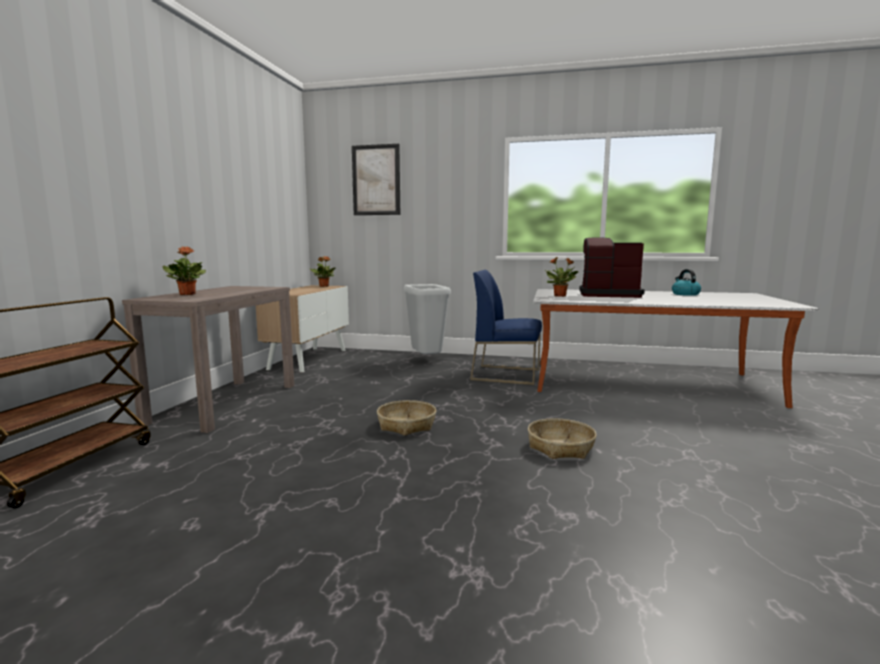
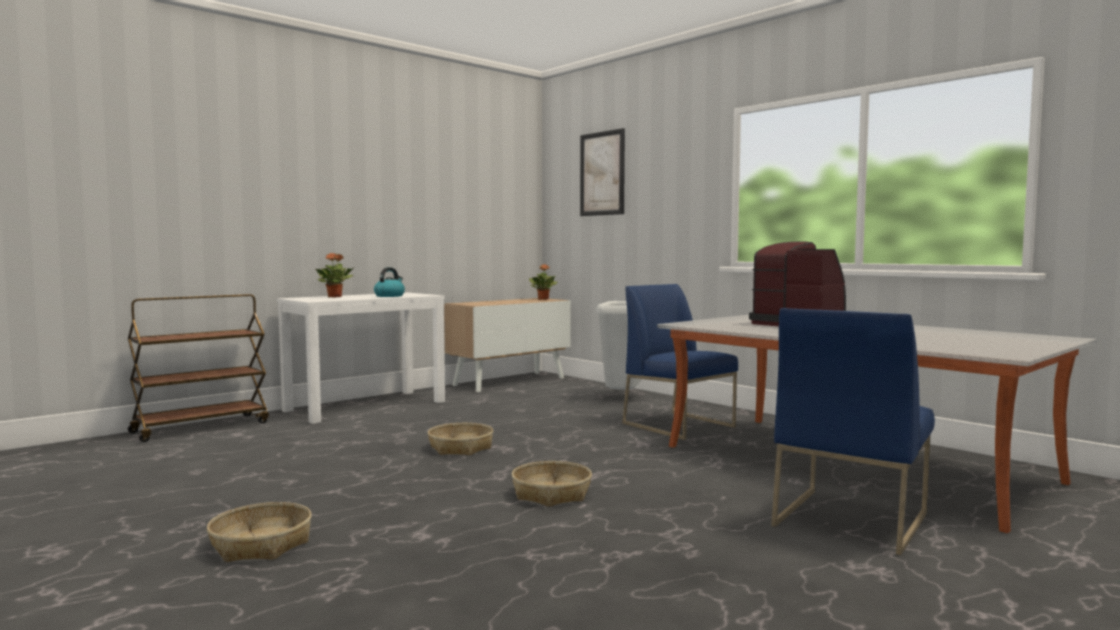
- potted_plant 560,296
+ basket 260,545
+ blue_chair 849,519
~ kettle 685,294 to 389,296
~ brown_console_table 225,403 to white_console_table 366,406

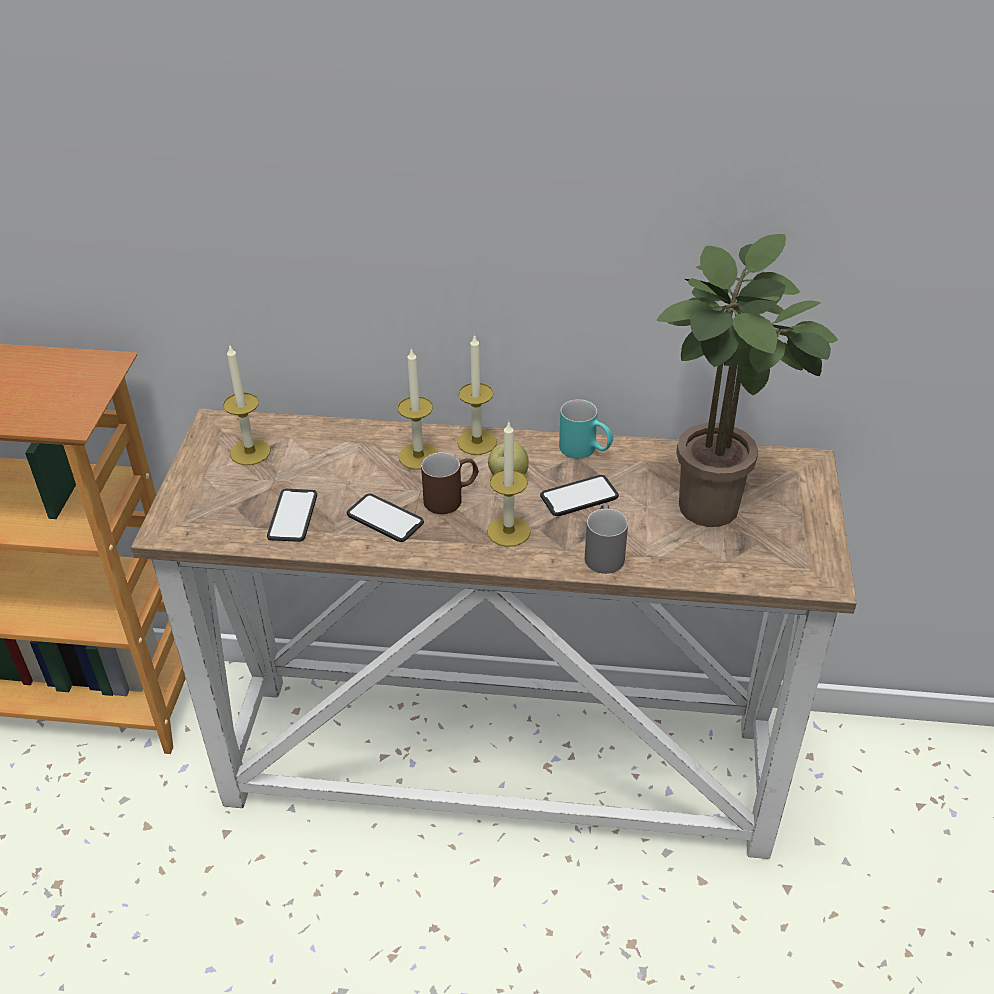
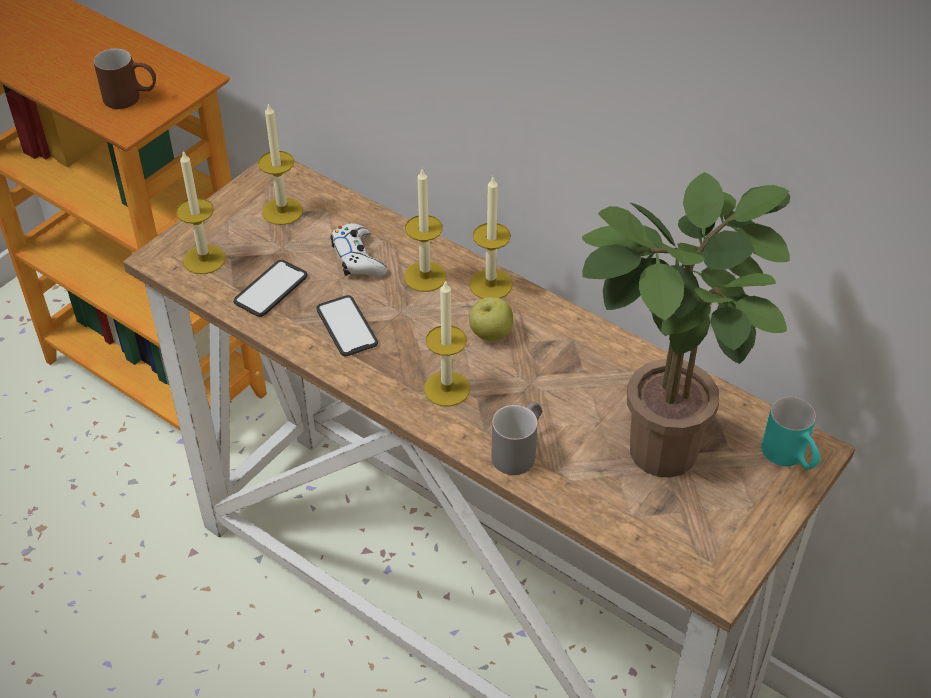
- phone 579,496
+ candle 204,259
+ white_game_controller 358,258
~ brown_mug 451,498 to 131,98
~ turquoise_mug 585,450 to 790,458

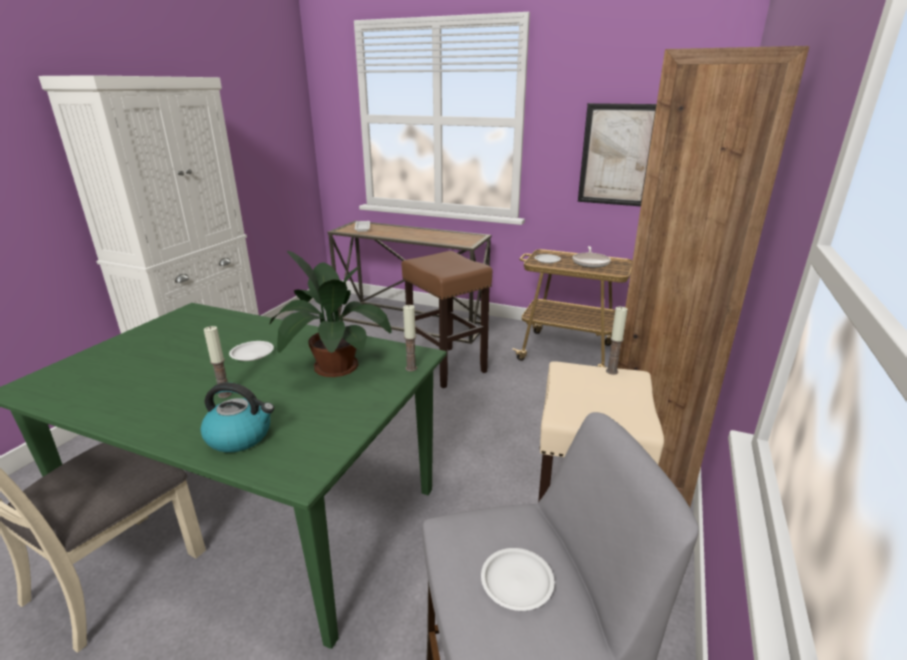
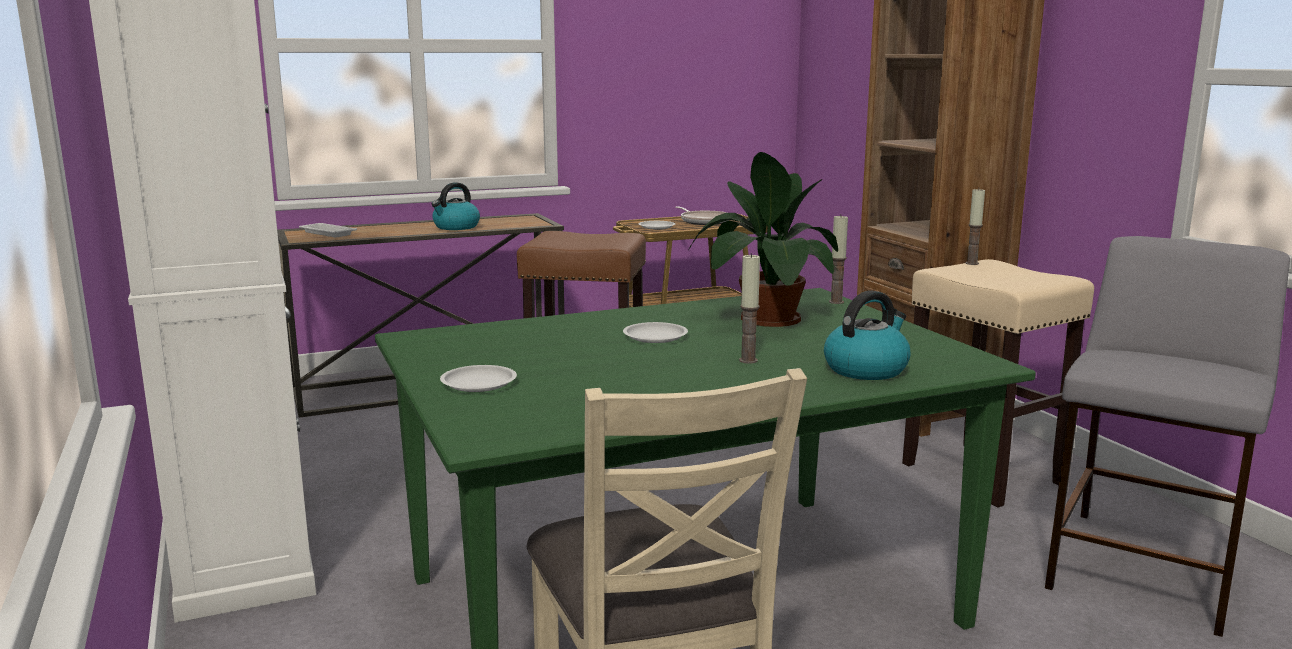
- picture 618,155
+ kettle 456,227
~ white_plate 516,582 to 479,383

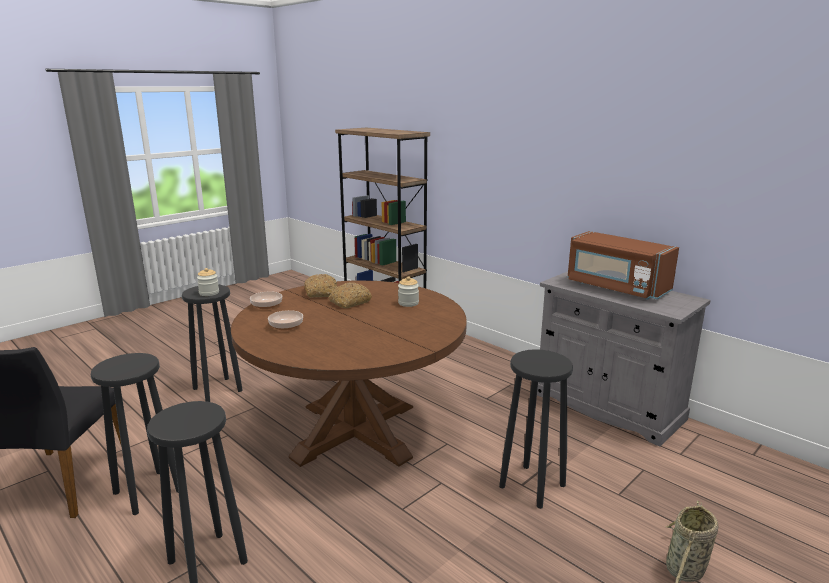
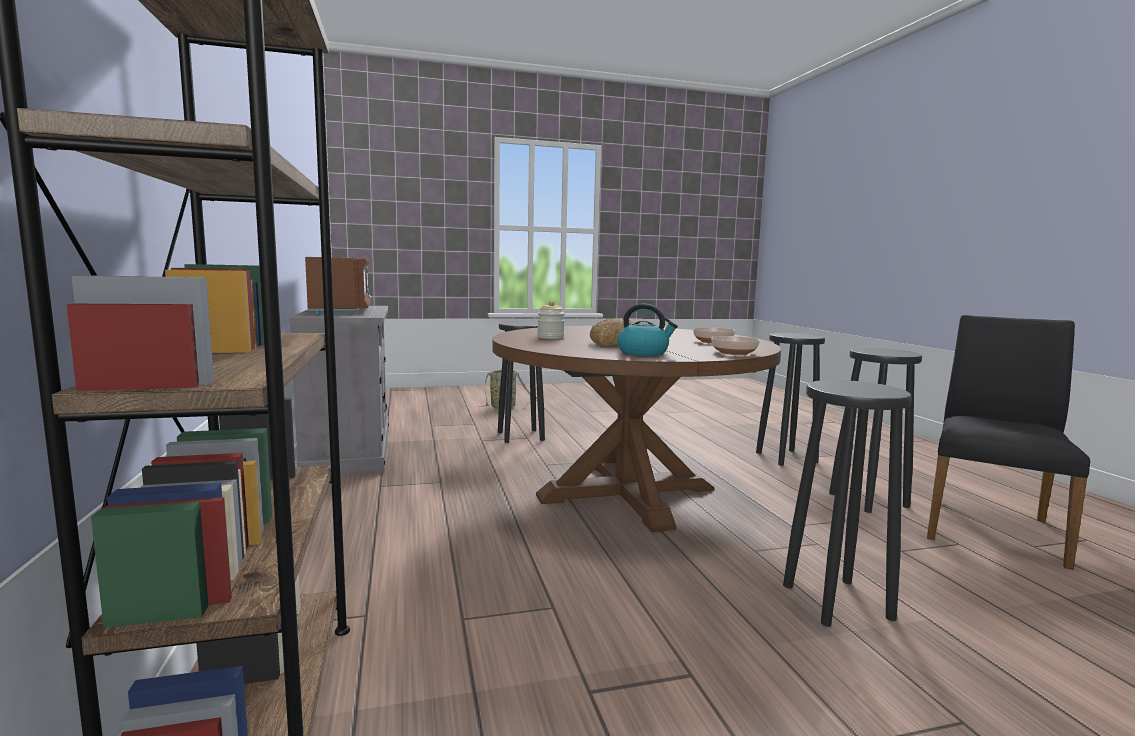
- jar 209,293
~ bread 322,292 to kettle 644,353

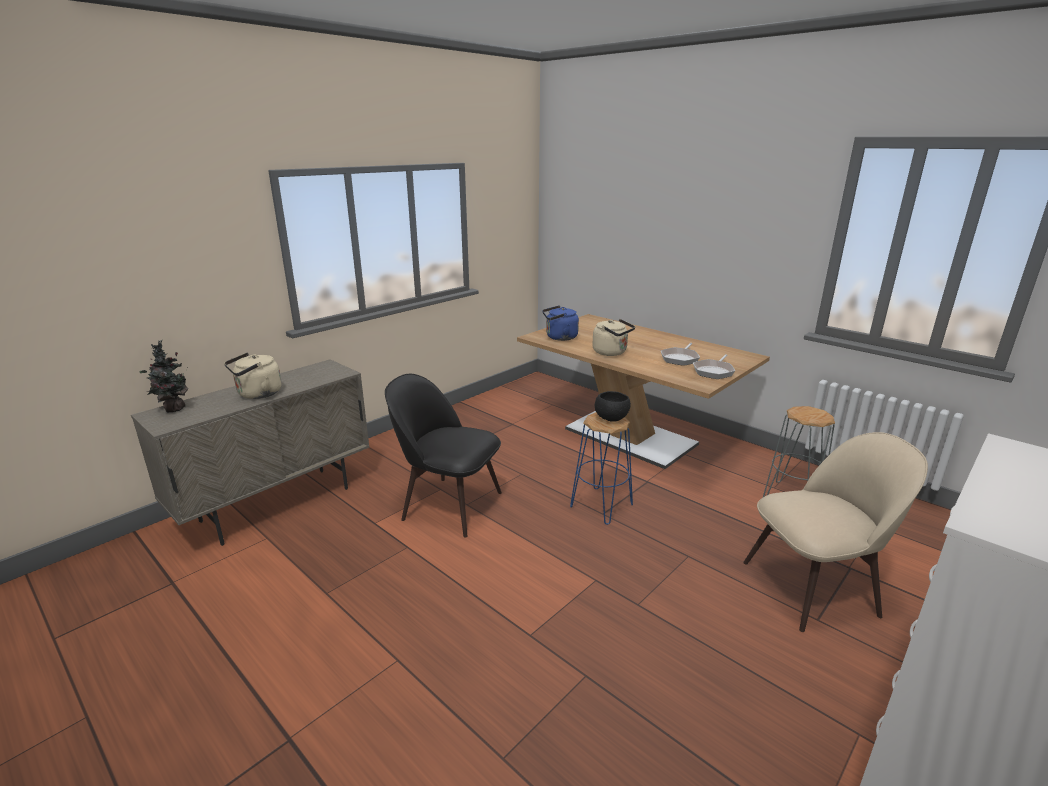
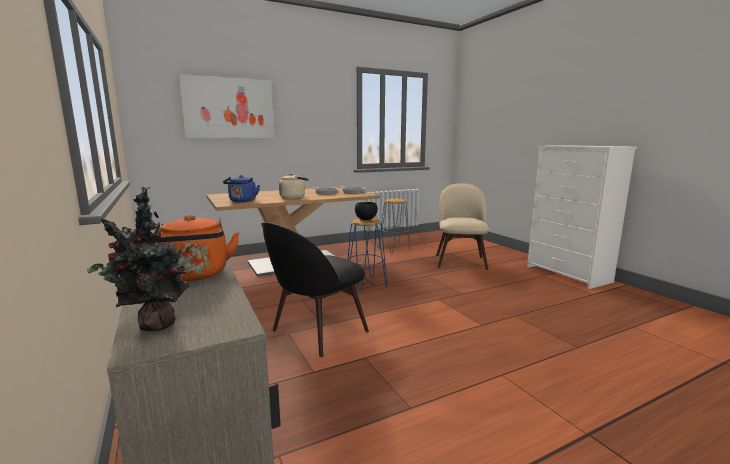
+ picture 229,108
~ beige_kettle 257,394 to orange_kettle 196,275

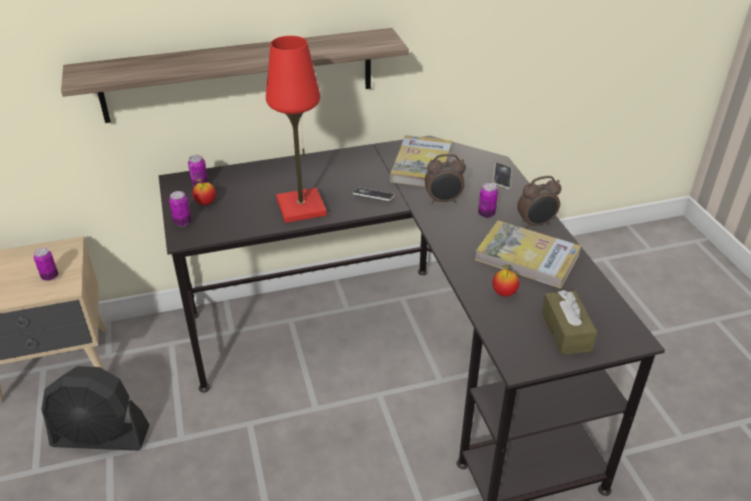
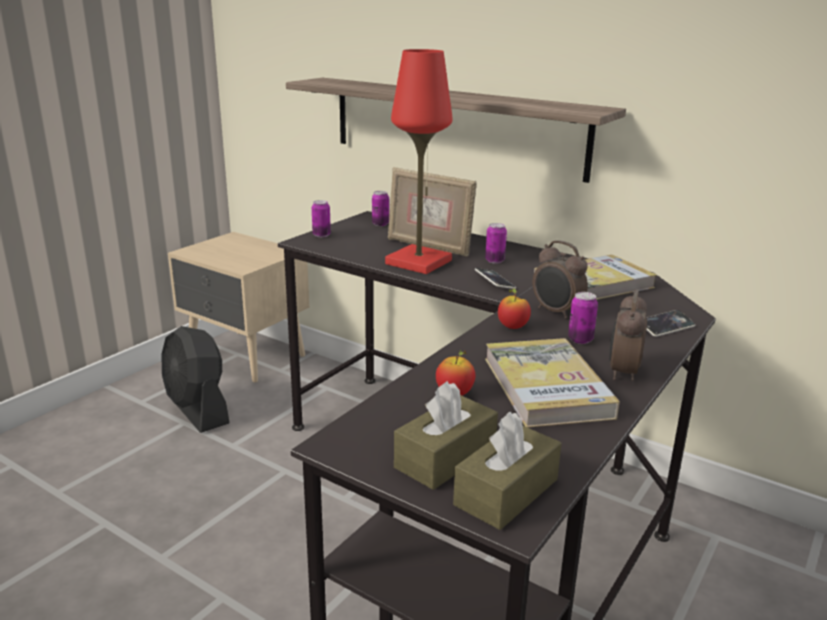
+ picture_frame 429,246
+ brown_tissue_box 506,492
~ can 50,276 to 494,261
~ apple 205,203 to 512,327
~ alarm_clock 536,224 = 622,372 75 degrees clockwise

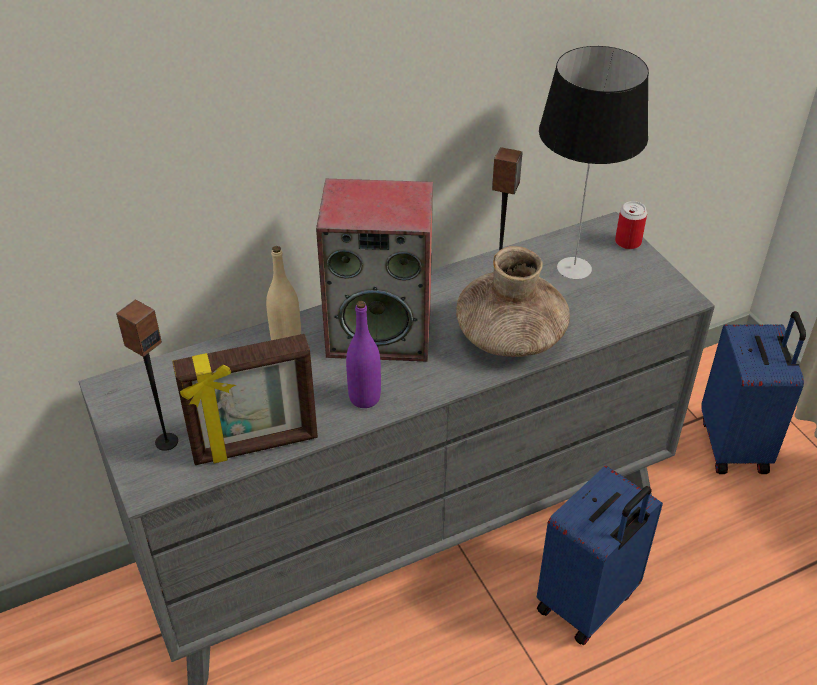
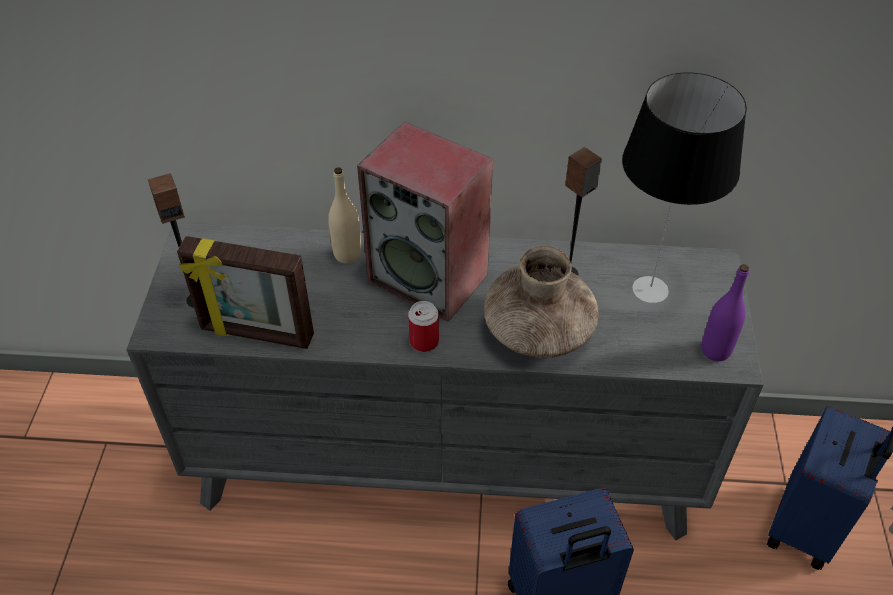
~ purple_bottle 364,398 to 715,350
~ can 628,242 to 424,341

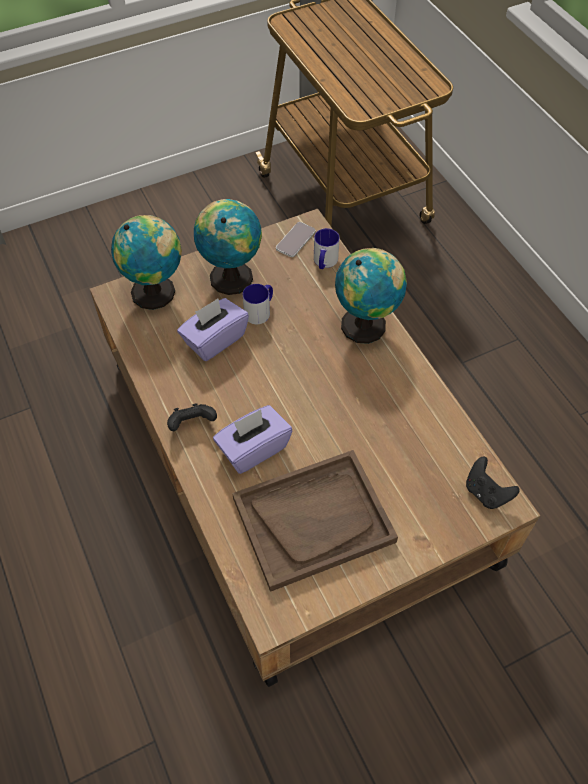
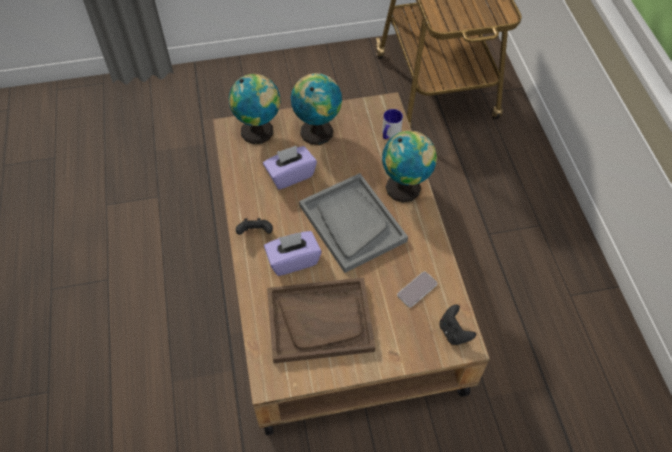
- mug 260,311
+ grey_tray 352,223
~ phone 295,240 to 417,289

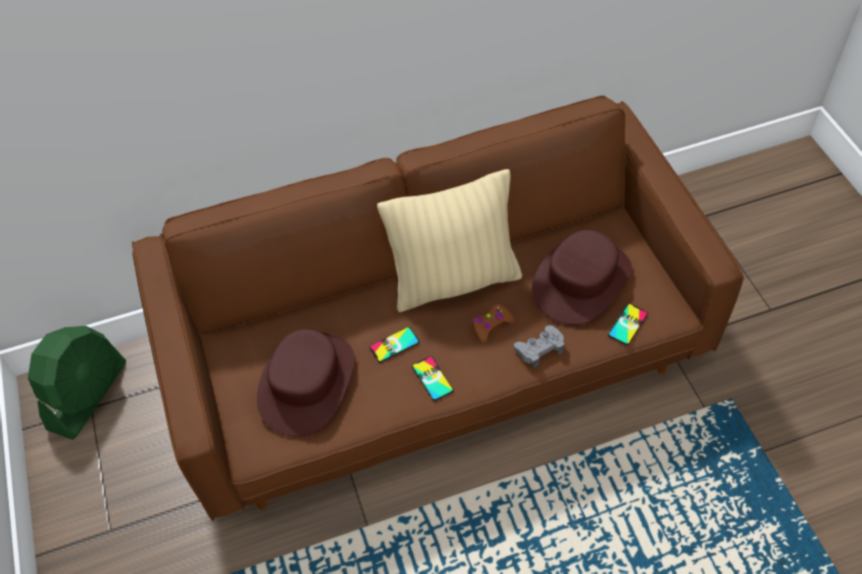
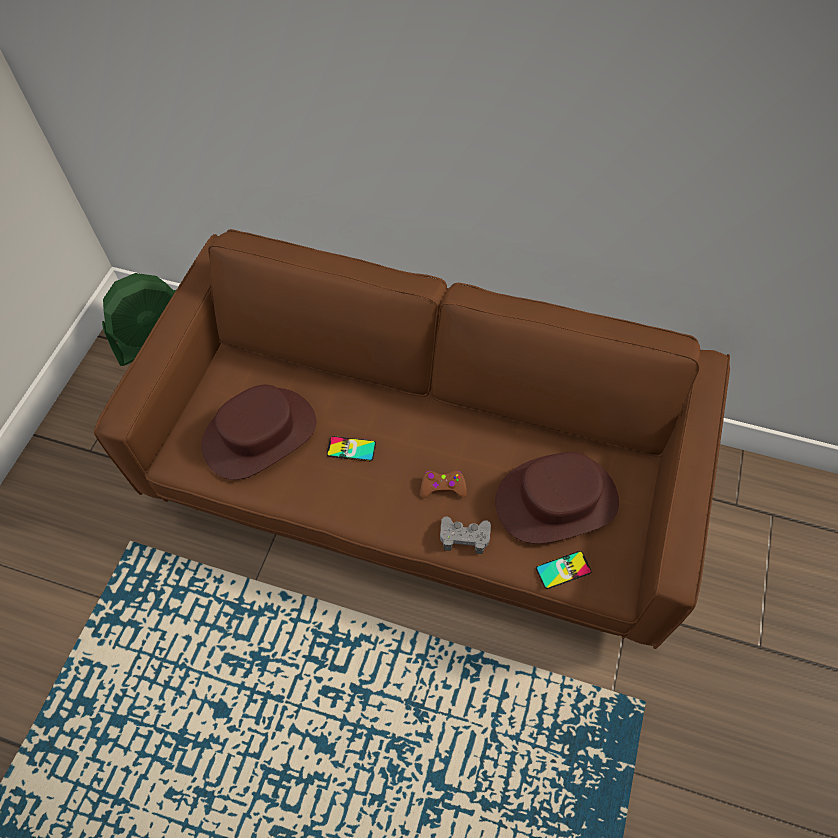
- beige_pillow 454,281
- phone 432,378

